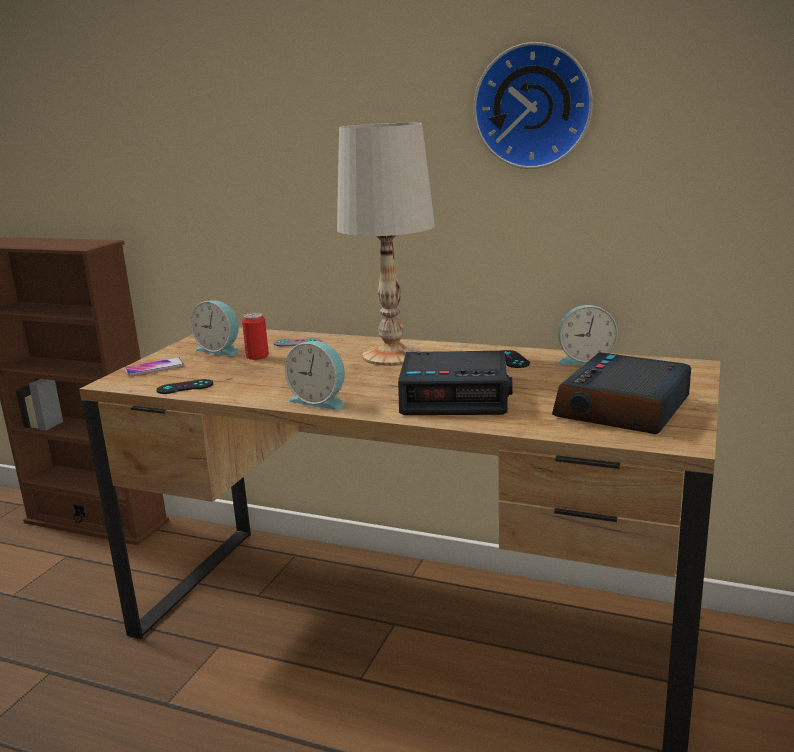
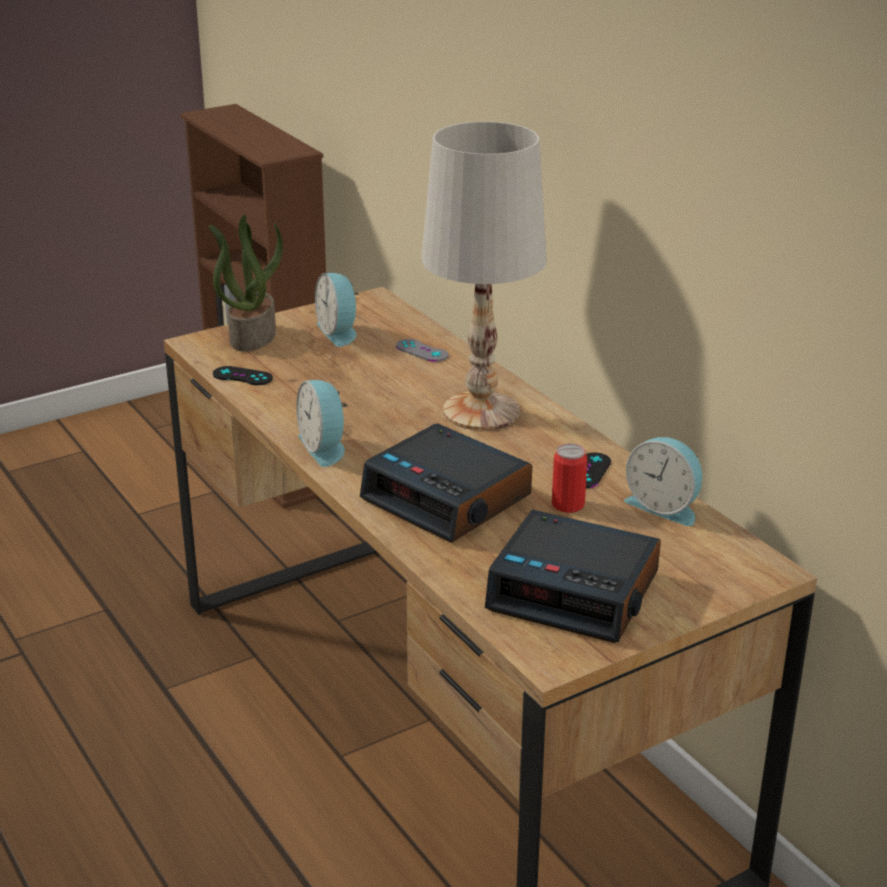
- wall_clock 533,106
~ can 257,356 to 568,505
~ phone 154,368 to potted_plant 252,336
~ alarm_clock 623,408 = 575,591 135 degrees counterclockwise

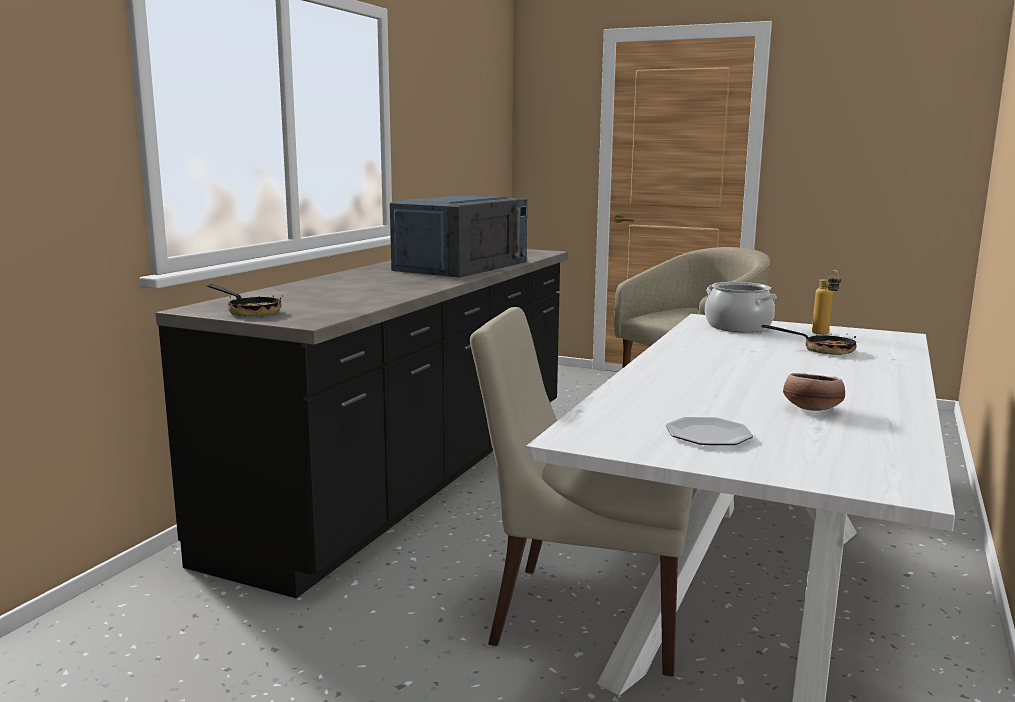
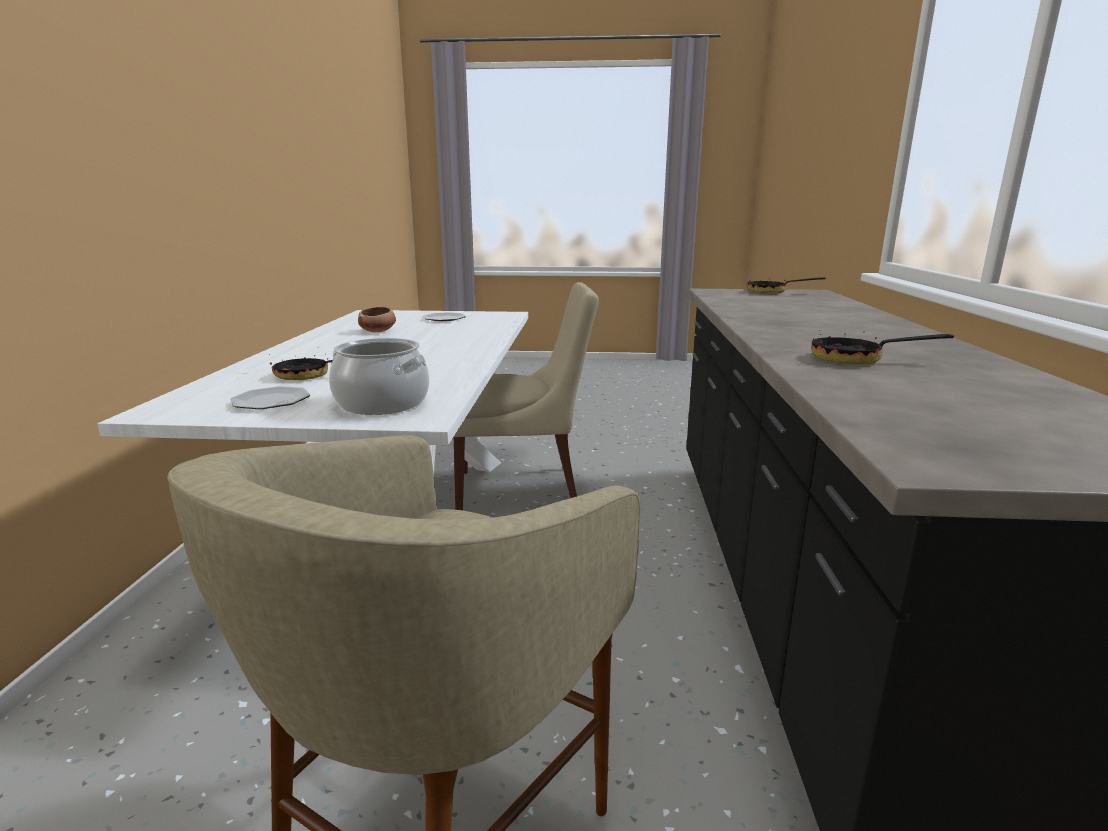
~ blue_microwave 461,266 to frying_pan 857,359
~ bottle 824,334 to plate 270,401

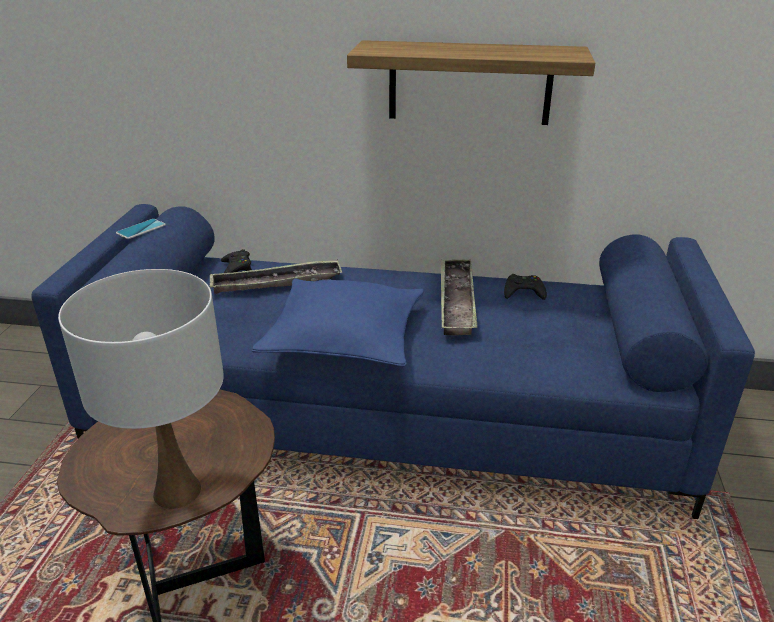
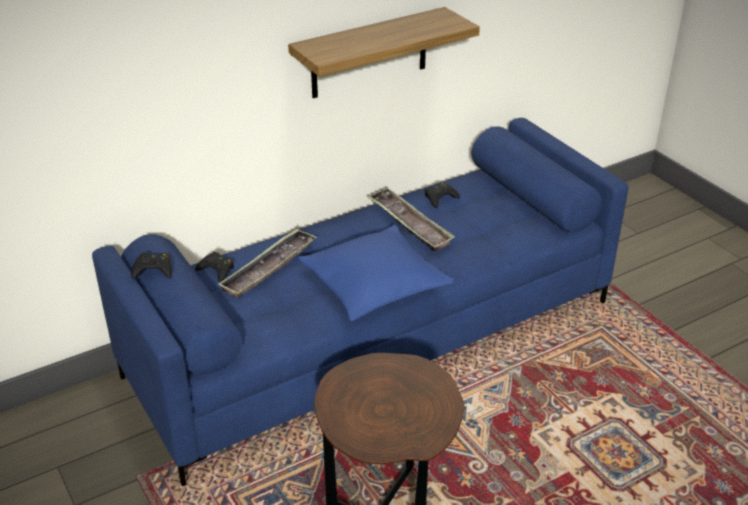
- white_table_lamp 178,490
~ phone 141,229 to black_game_controller 153,270

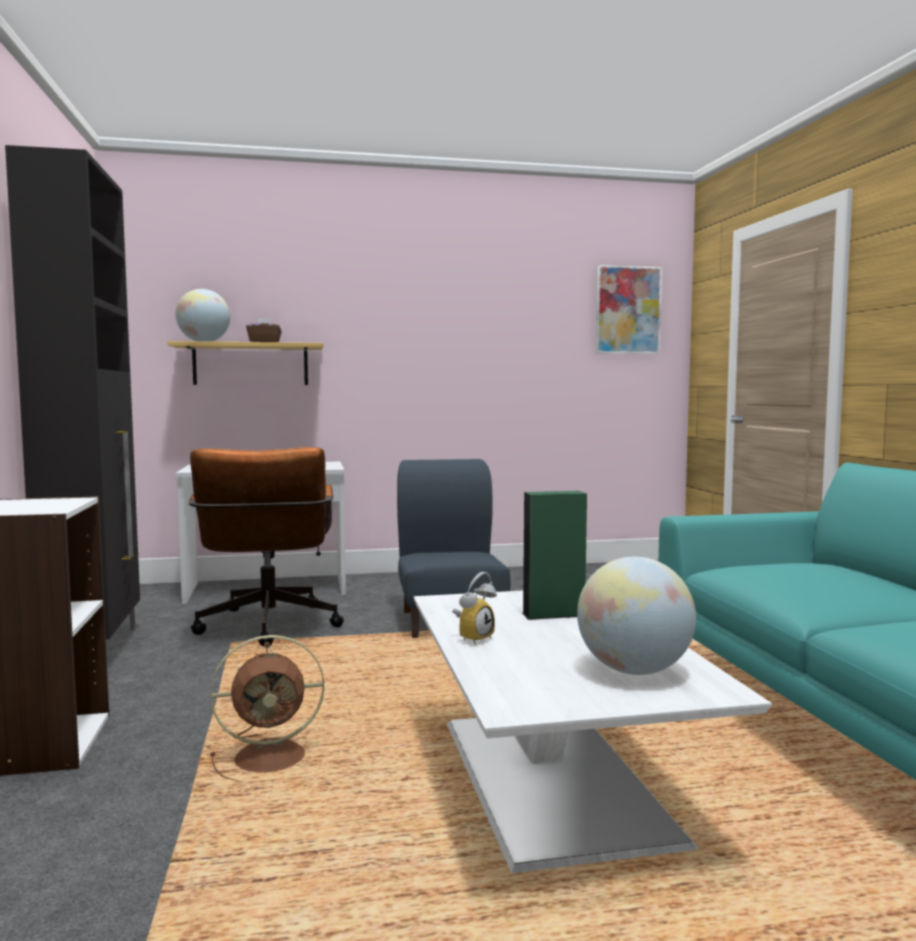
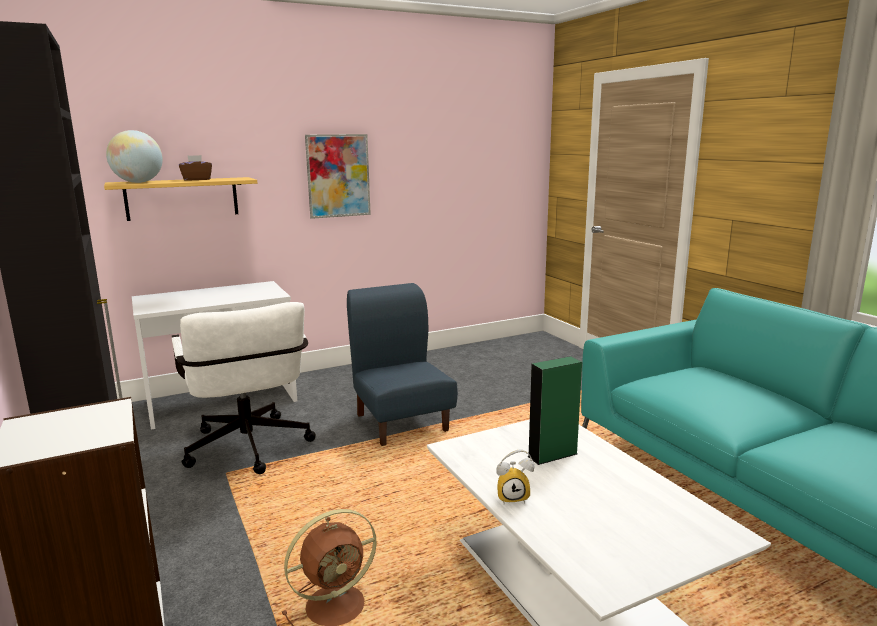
- globe 634,671
~ picture 627,310 to 338,176
~ brown_office_chair 268,629 to white_office_chair 250,451
~ alarm_clock 473,638 = 513,497 60 degrees clockwise

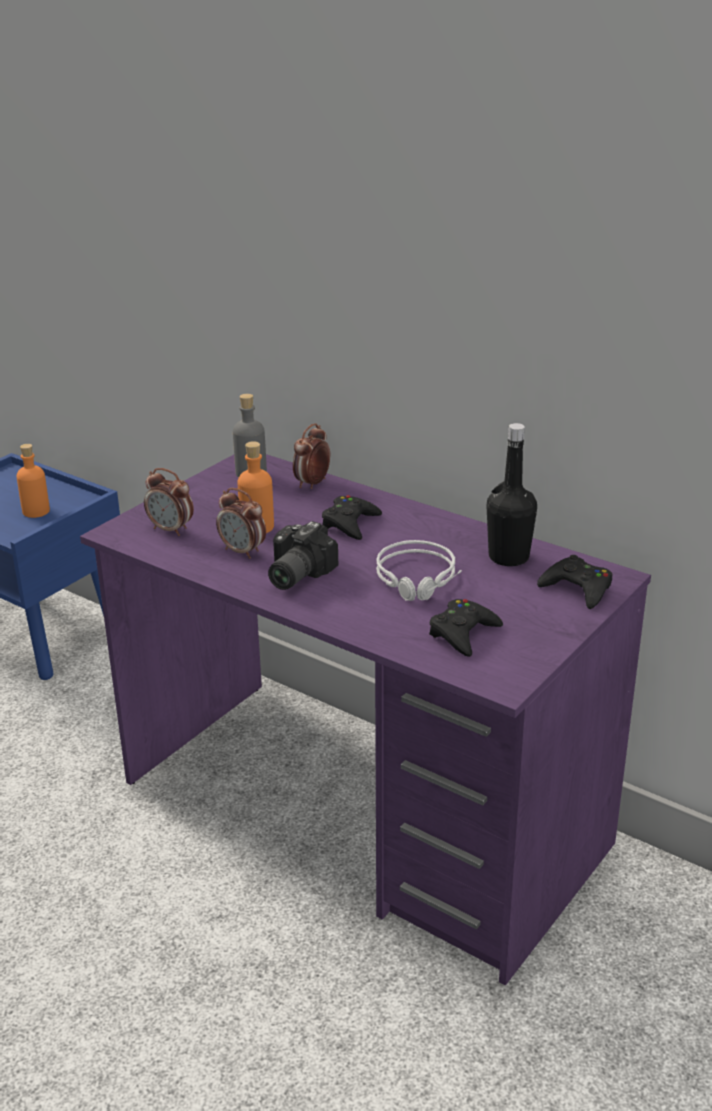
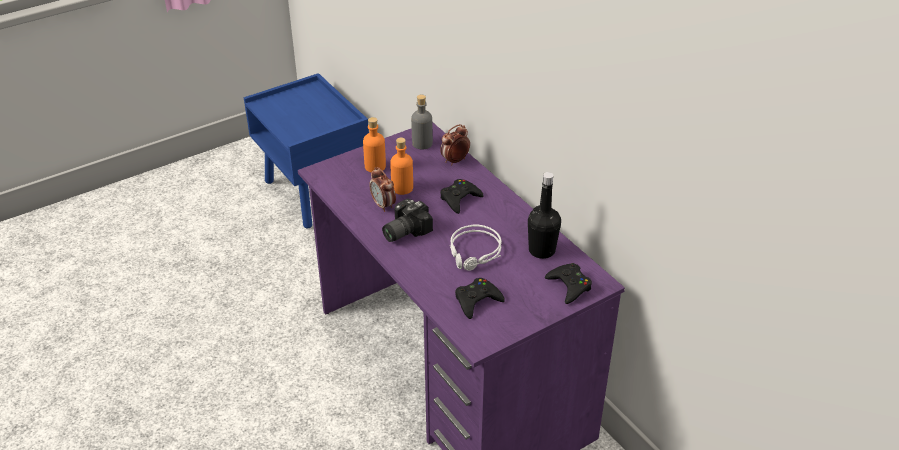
- alarm_clock 171,530
~ orange_bottle 36,511 to 375,166

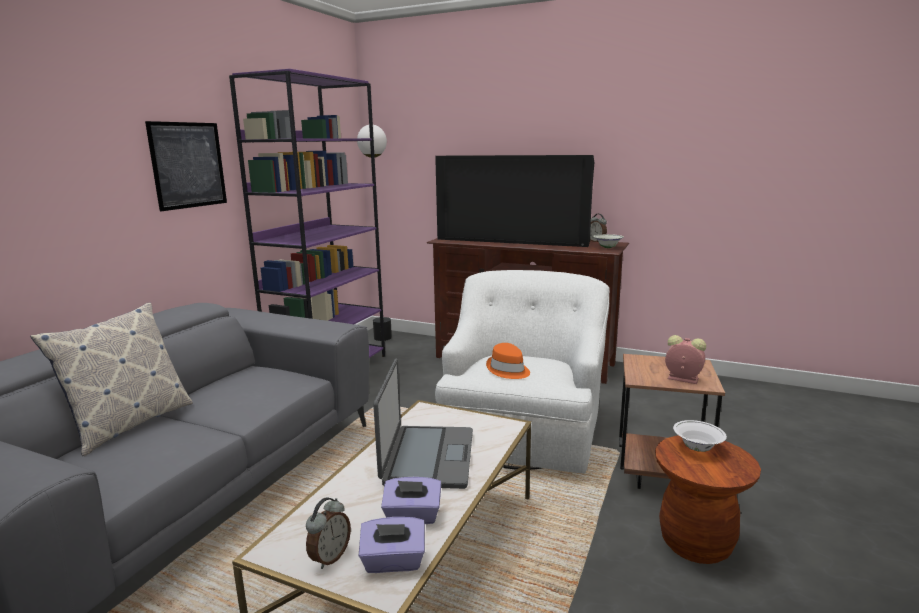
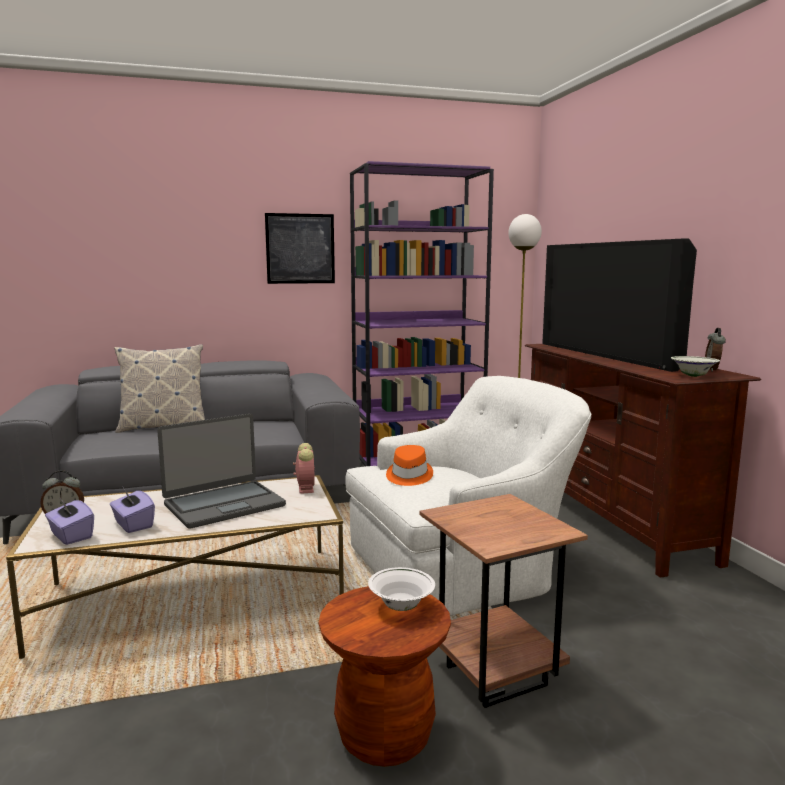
~ alarm_clock 681,379 to 305,488

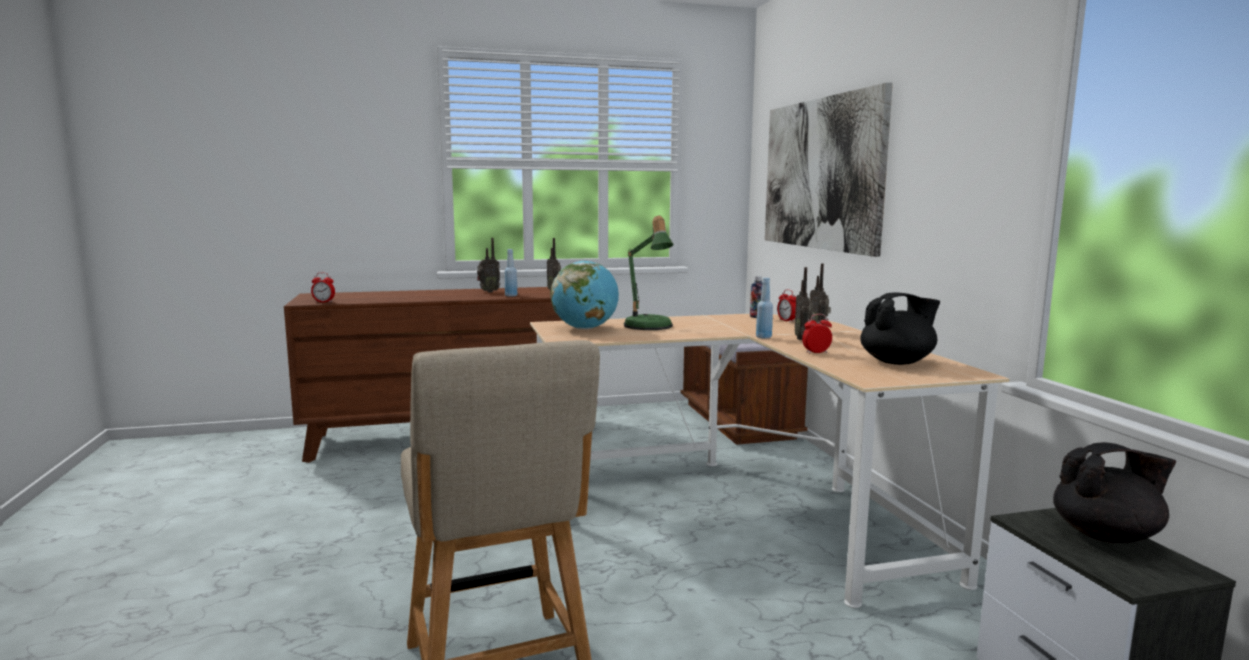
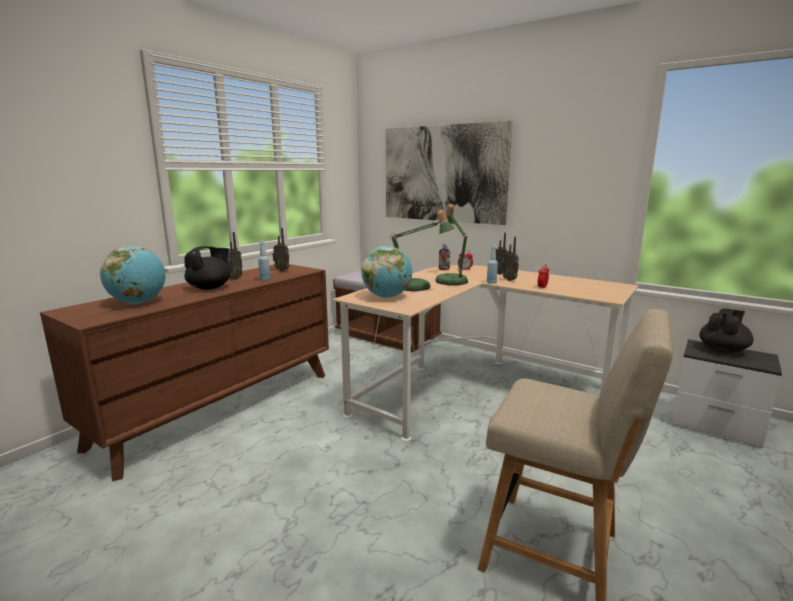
- alarm_clock 324,302
+ globe 138,302
+ table_lamp 450,280
~ black_teapot 897,362 to 210,288

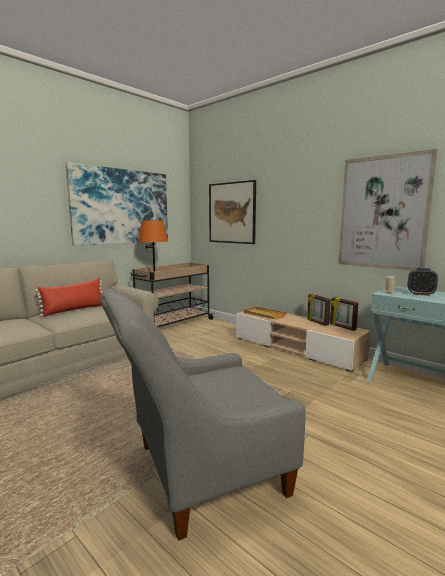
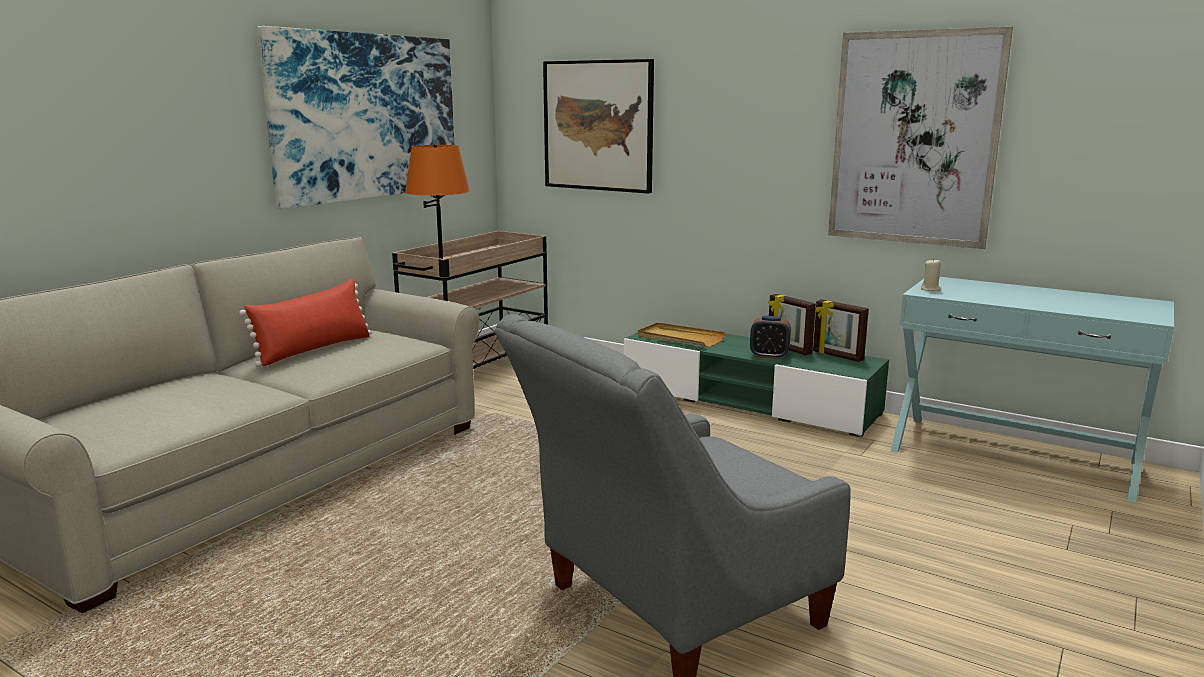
~ alarm_clock 420,294 to 769,356
~ beige_tv_stand 296,348 to green_tv_stand 748,401

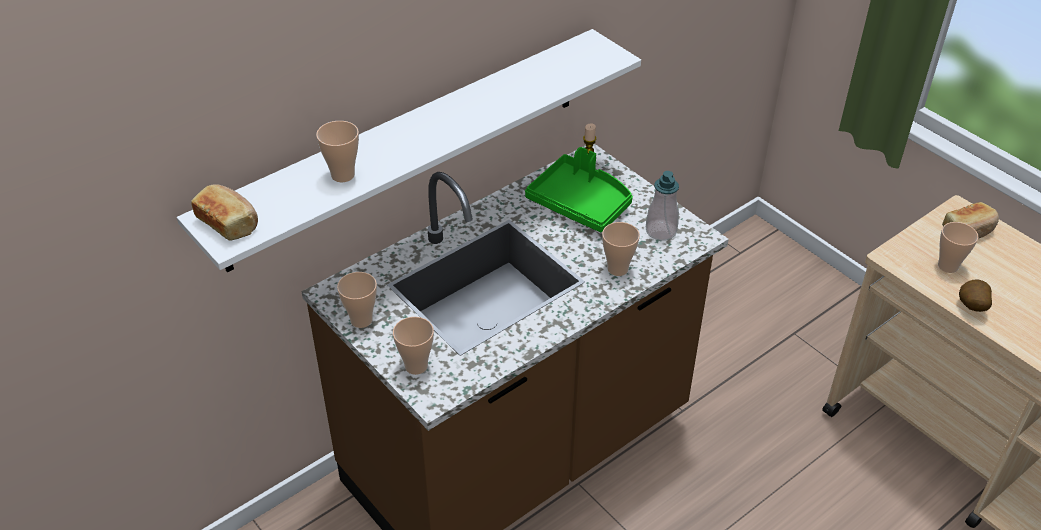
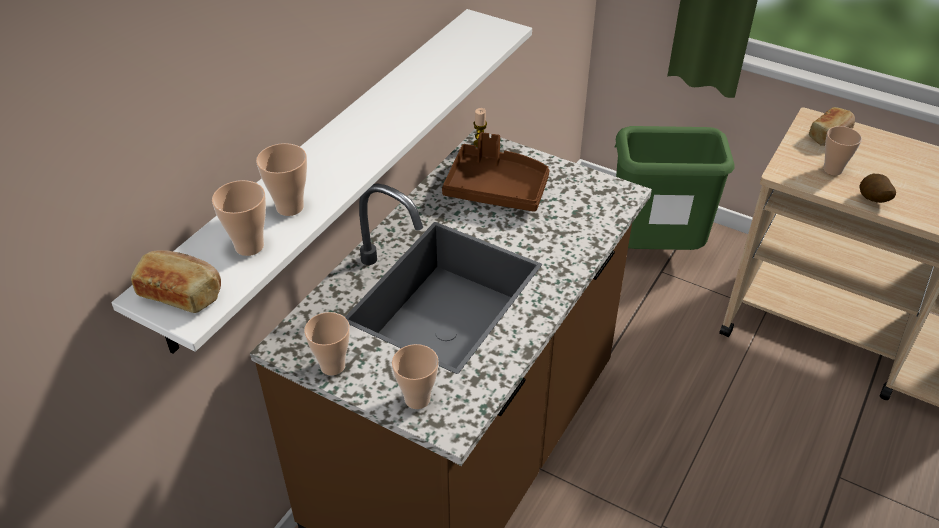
- soap_dispenser 661,231
+ green_trash_can 655,252
~ cup 617,269 to 249,246
~ green_tray 580,203 to brown_tray 496,189

